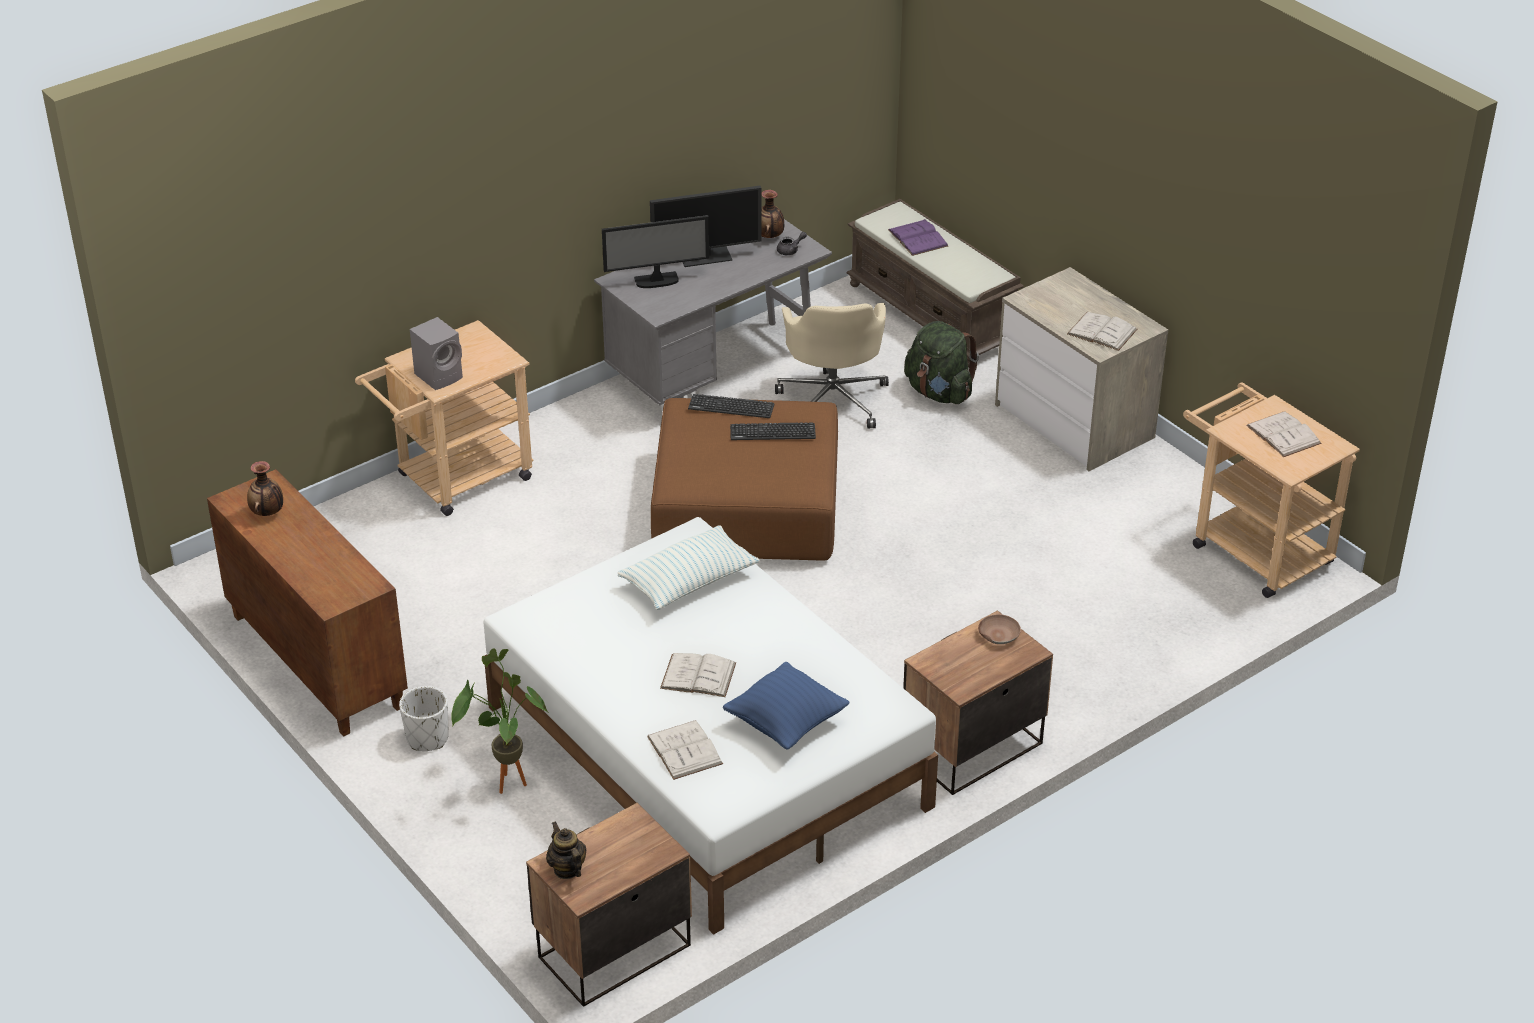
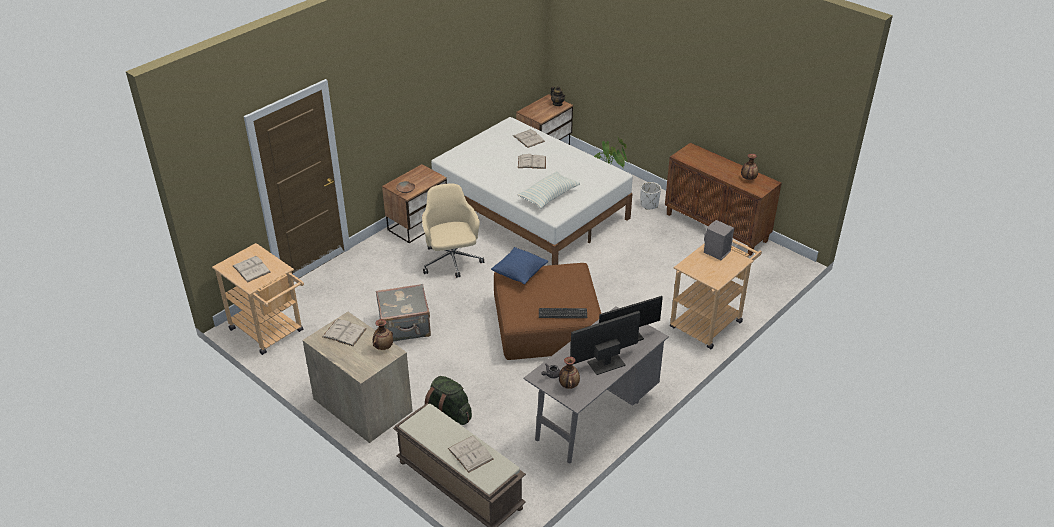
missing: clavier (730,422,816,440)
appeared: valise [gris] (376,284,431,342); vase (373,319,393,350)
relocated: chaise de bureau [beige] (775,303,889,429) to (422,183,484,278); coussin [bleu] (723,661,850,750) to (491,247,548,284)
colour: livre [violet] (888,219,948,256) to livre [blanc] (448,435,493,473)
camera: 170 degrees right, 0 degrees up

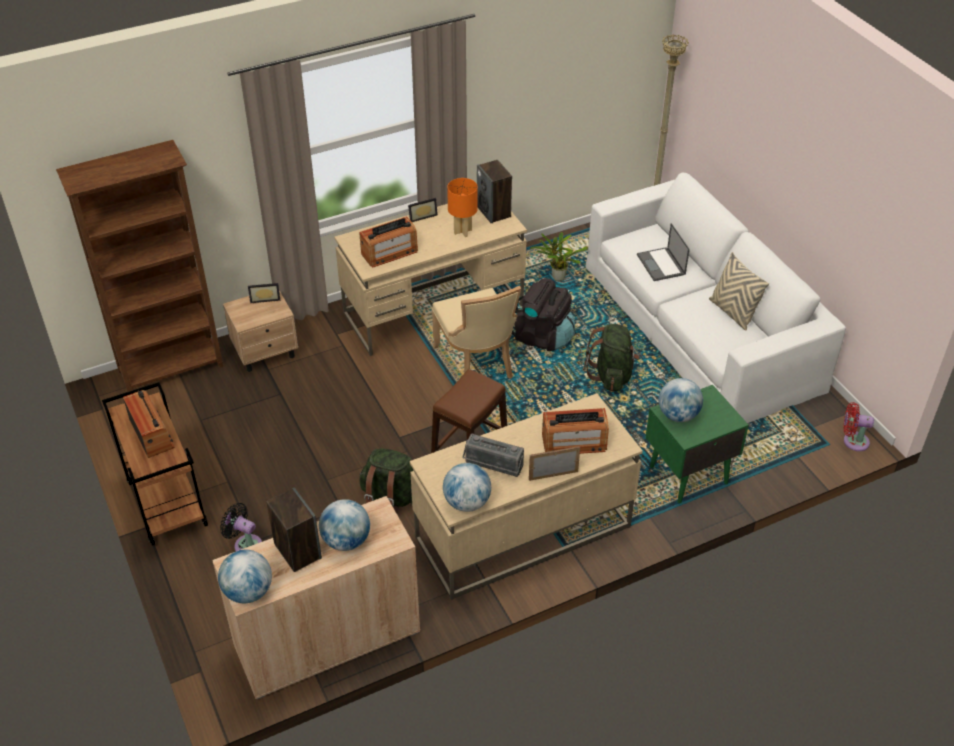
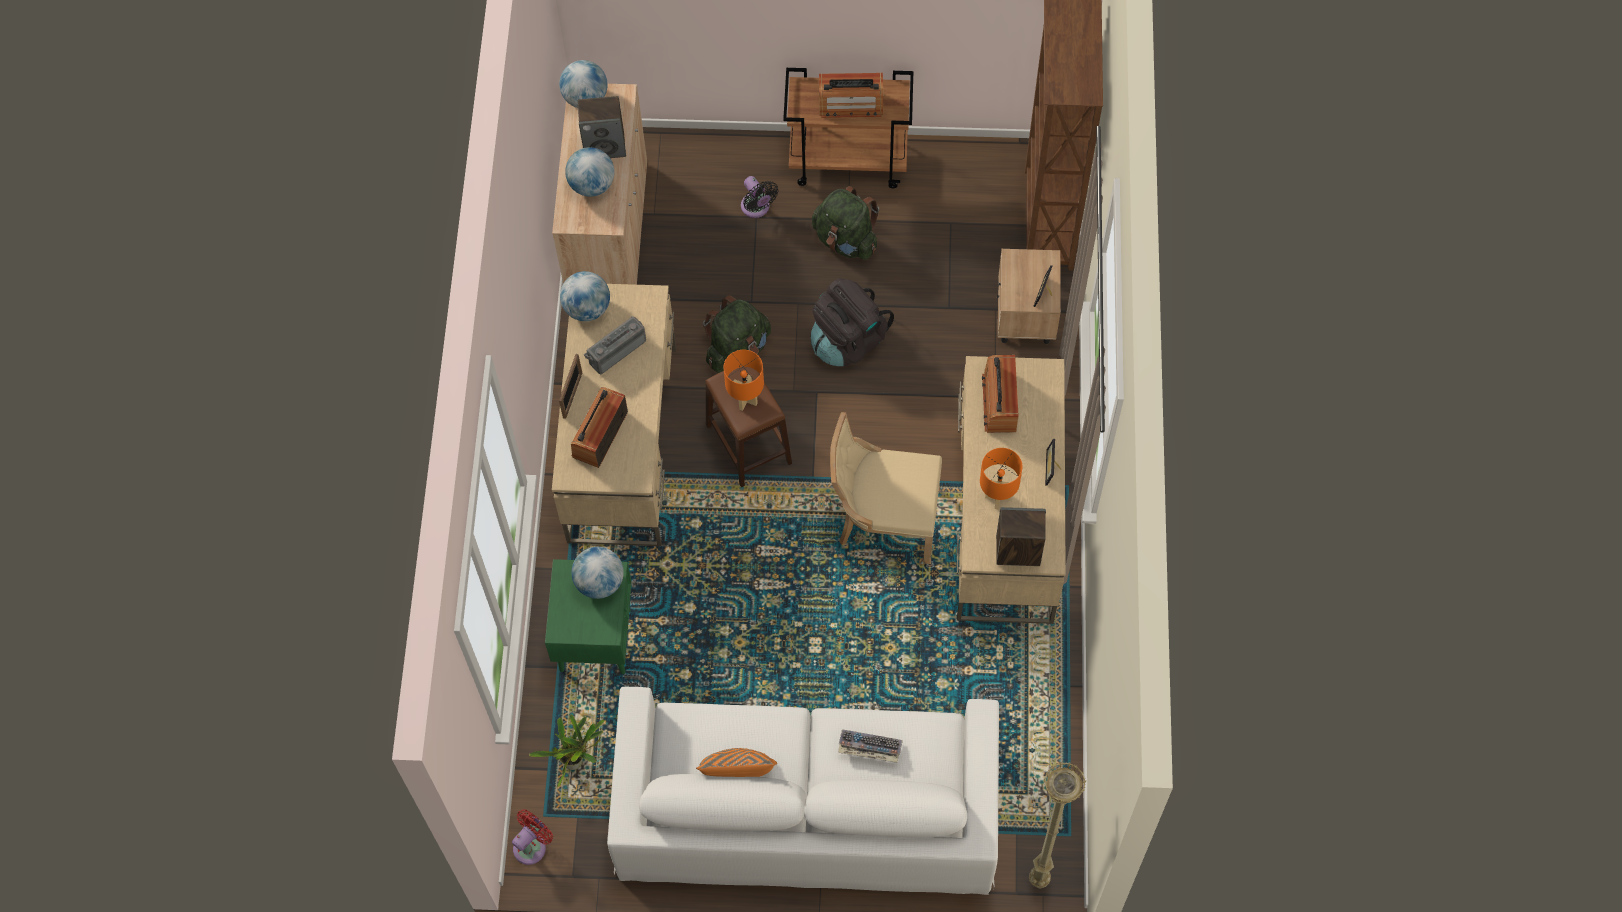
appeared: lampe de table [orange] (724,350,764,411)
relocated: plante en pot (530,232,588,281) to (529,714,605,787); sac à dos [noir] (512,278,575,351) to (811,278,894,366); sac à dos [vert] (584,324,640,391) to (812,186,879,260)
exchanged: ordinateur portable (637,223,690,281) to clavier (838,730,903,763)
colour: coussin [beige] (709,252,769,330) to coussin [orange] (696,748,777,777)
spun: ventilateur [noir] (220,503,262,551) = (741,176,778,218) 90 degrees clockwise
camera: 120 degrees right, 20 degrees up

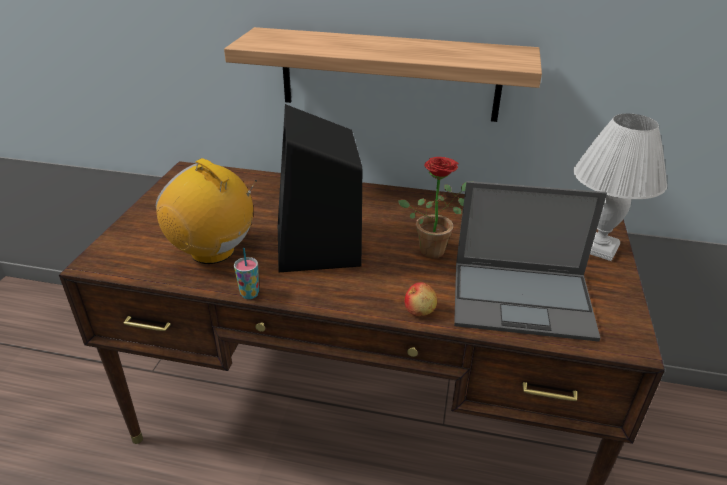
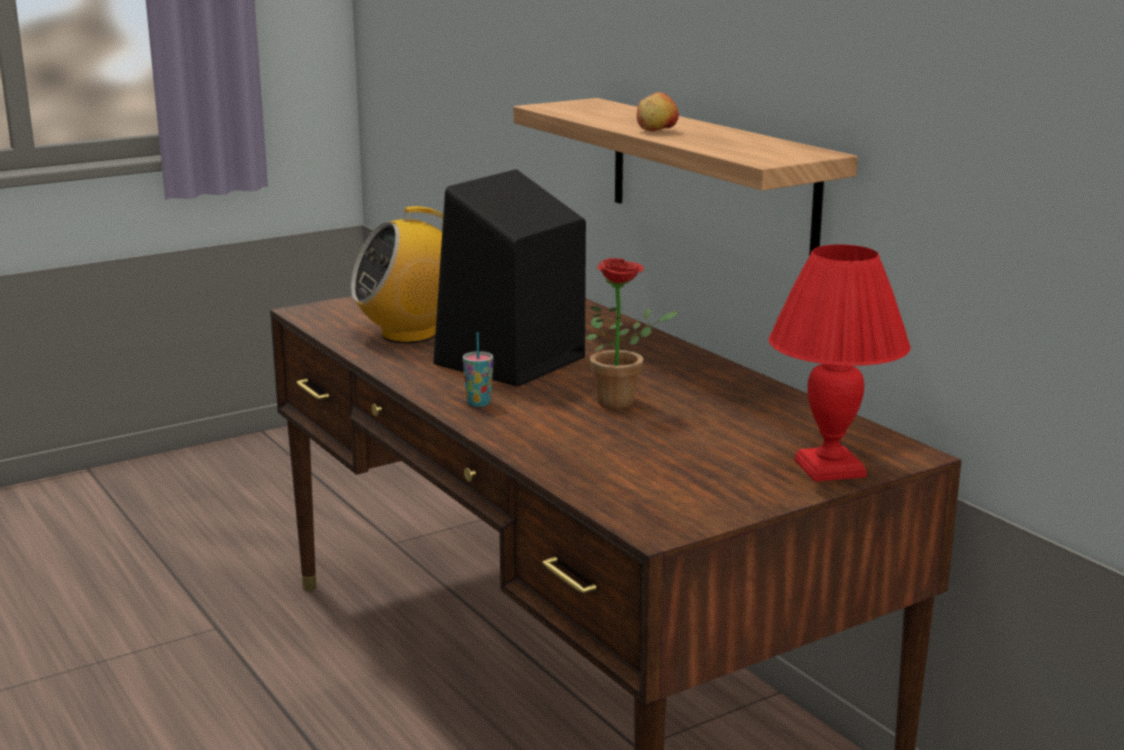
missing: ordinateur portable (454,181,607,342)
relocated: tasse (234,248,259,299) to (463,332,493,407); pomme (404,282,437,316) to (637,92,679,131)
colour: lampe de table [blanc] (573,113,667,261) to lampe de table [rouge] (768,245,910,482)
spun: radio (156,158,257,264) = (351,206,443,343) 105 degrees counterclockwise
camera: 45 degrees right, 15 degrees down

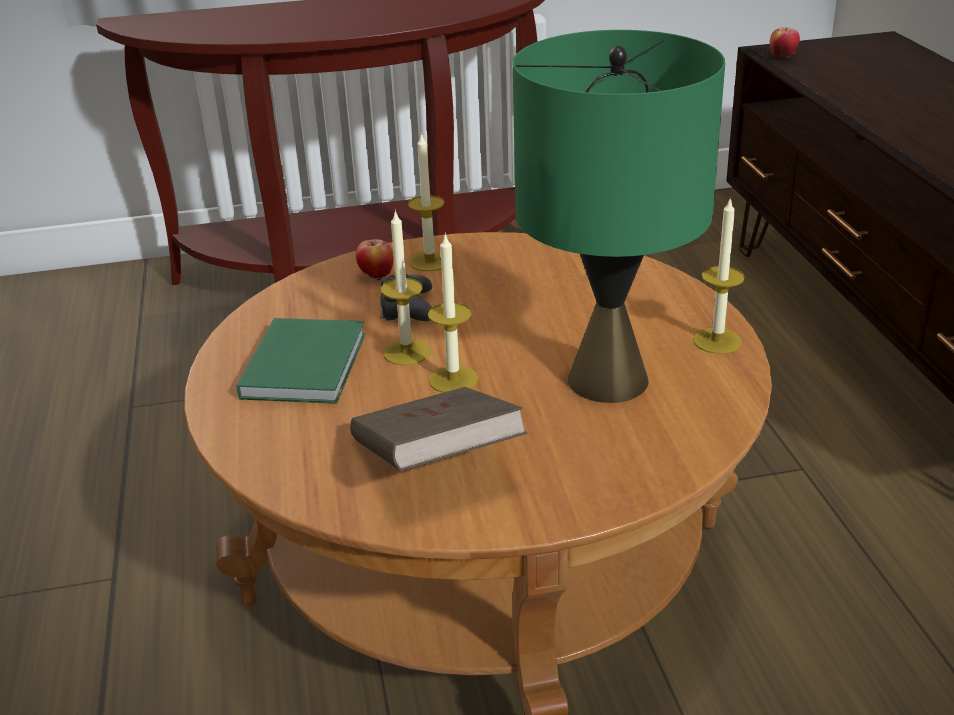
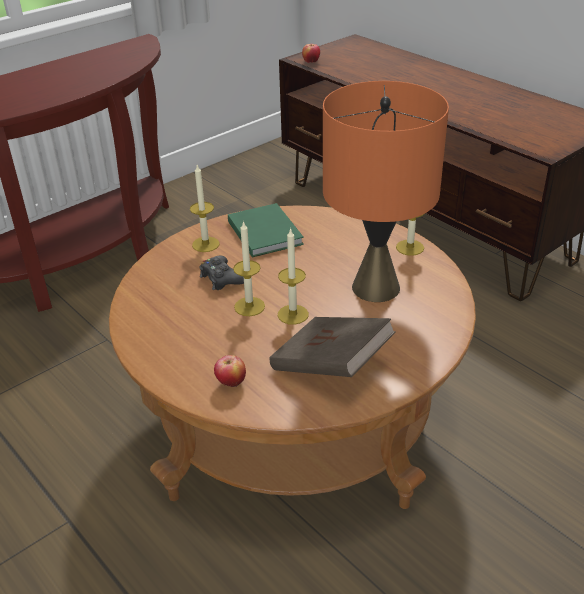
relocated: pomme (356,239,394,280) to (214,355,246,387); livre [vert] (237,318,365,404) to (228,203,304,257)
colour: lampe de table [vert] (513,30,725,403) to lampe de table [orange] (323,81,449,302)
camera: 30 degrees left, 5 degrees up

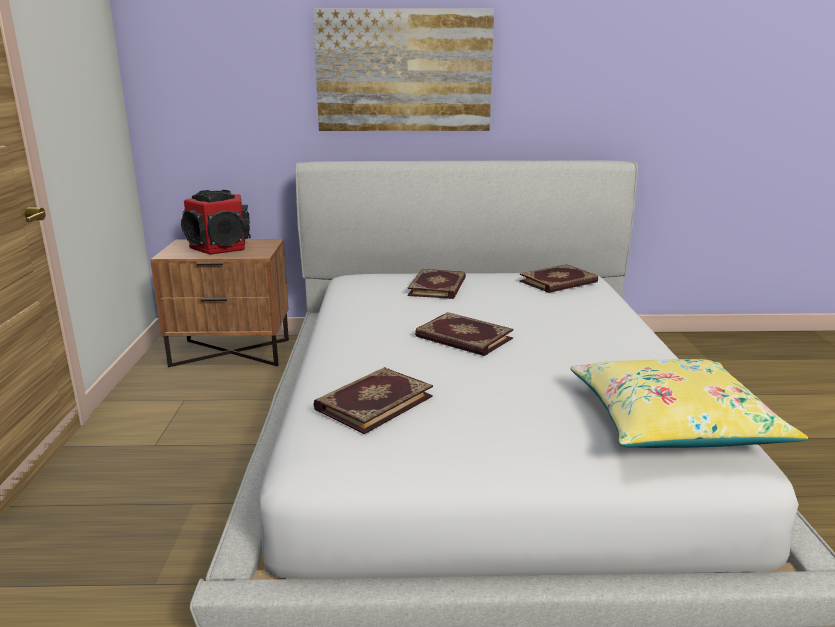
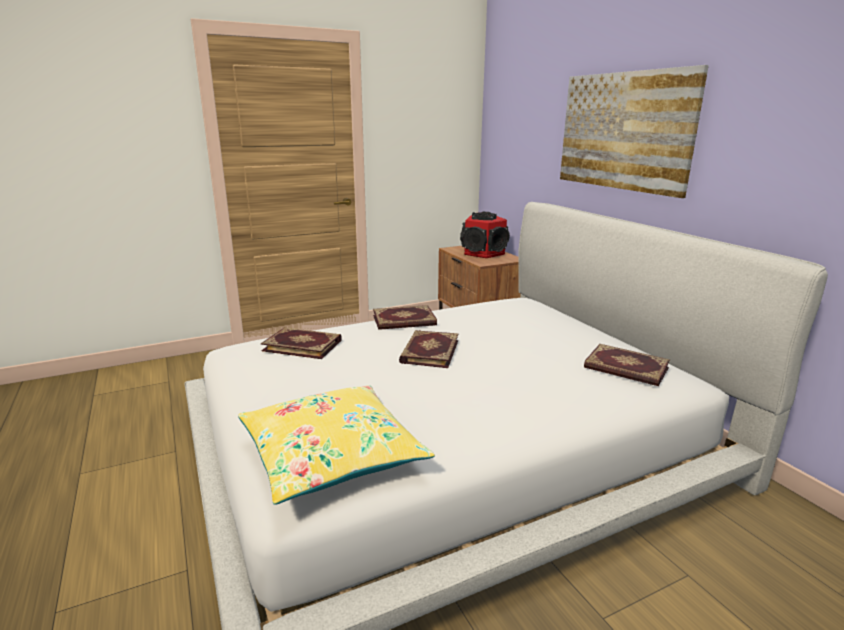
relocated: livre (407,269,466,299) to (373,305,437,330)
camera: 65 degrees right, 0 degrees up

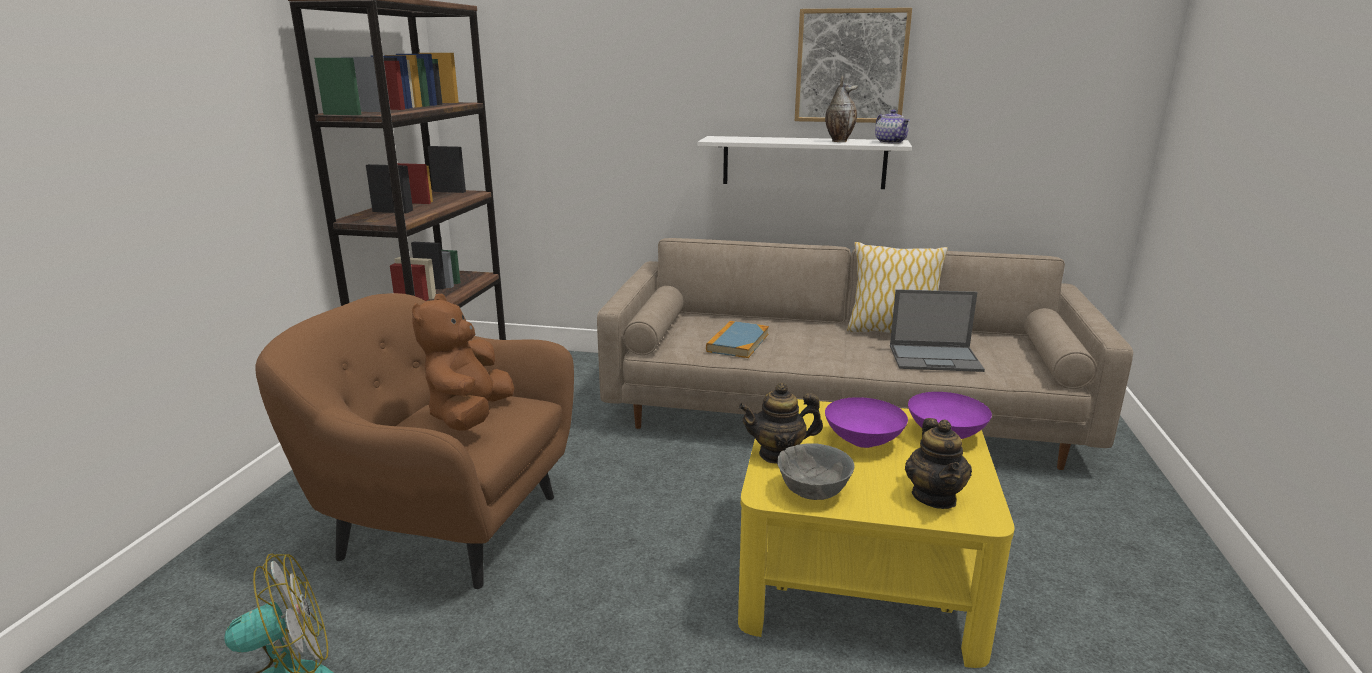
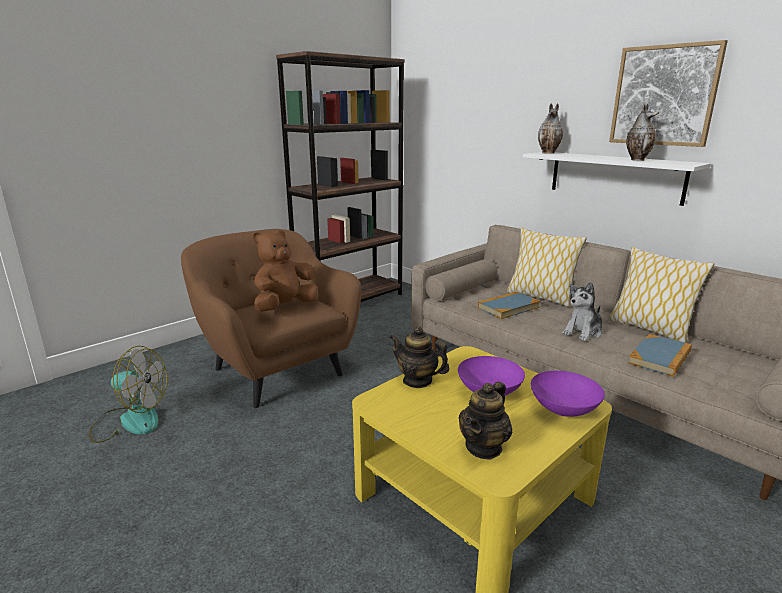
missing: théière (875,110,910,144); bol [gris] (777,443,855,500)
appeared: vase (538,104,563,154); coussin (507,228,587,307); peluche (562,282,603,341)
exchanged: ordinateur portable (890,289,985,372) to livre (628,334,692,377)
camera: 35 degrees right, 0 degrees up

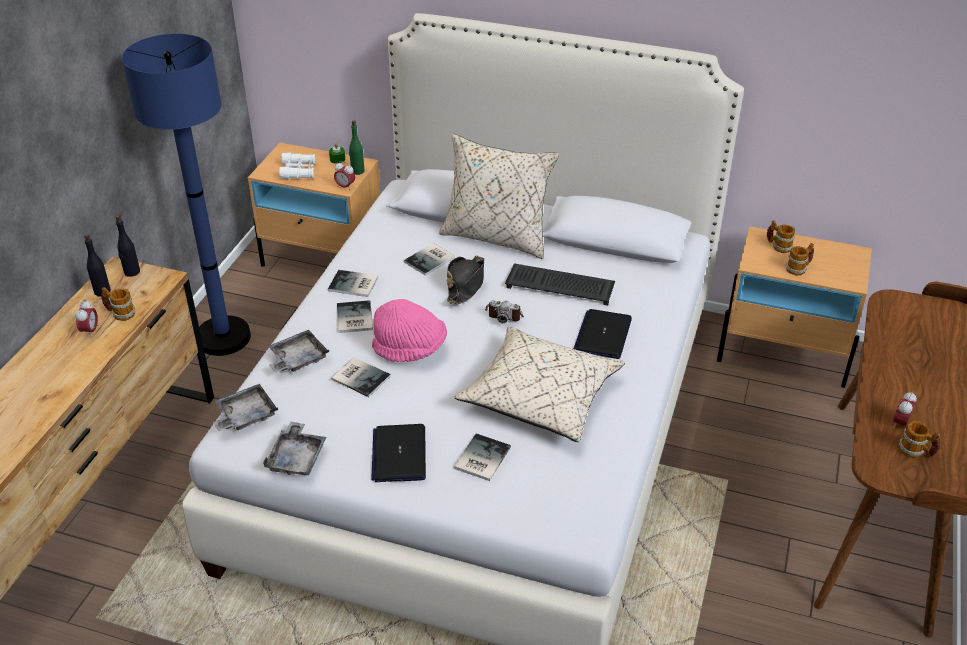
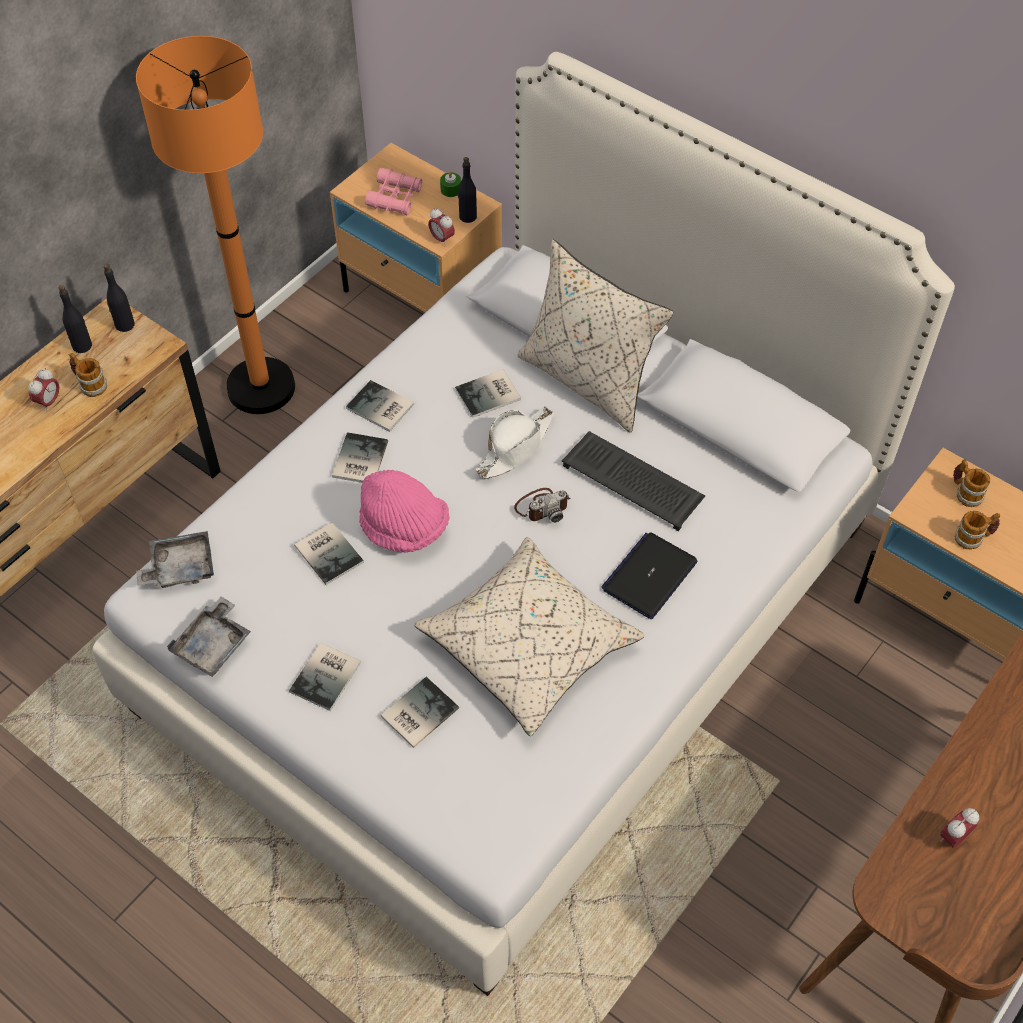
missing: plateau [gris] (269,330,329,373); mug (899,421,941,458)
exchanged: ordinateur portable (371,424,426,482) to livre (289,643,361,711)
colour: lampadaire [bleu] (122,34,251,356) to lampadaire [orange] (136,36,295,414); bouteille [vert] (349,120,365,175) to bouteille [noir] (458,157,477,223); jumelles [blanc] (279,152,315,180) to jumelles [rose] (365,168,422,215); chapeau [noir] (447,256,484,305) to chapeau [blanc] (476,407,554,479)
spun: appareil photo (485,300,524,323) = (514,488,571,523) 60 degrees counterclockwise
camera: 20 degrees right, 15 degrees up

